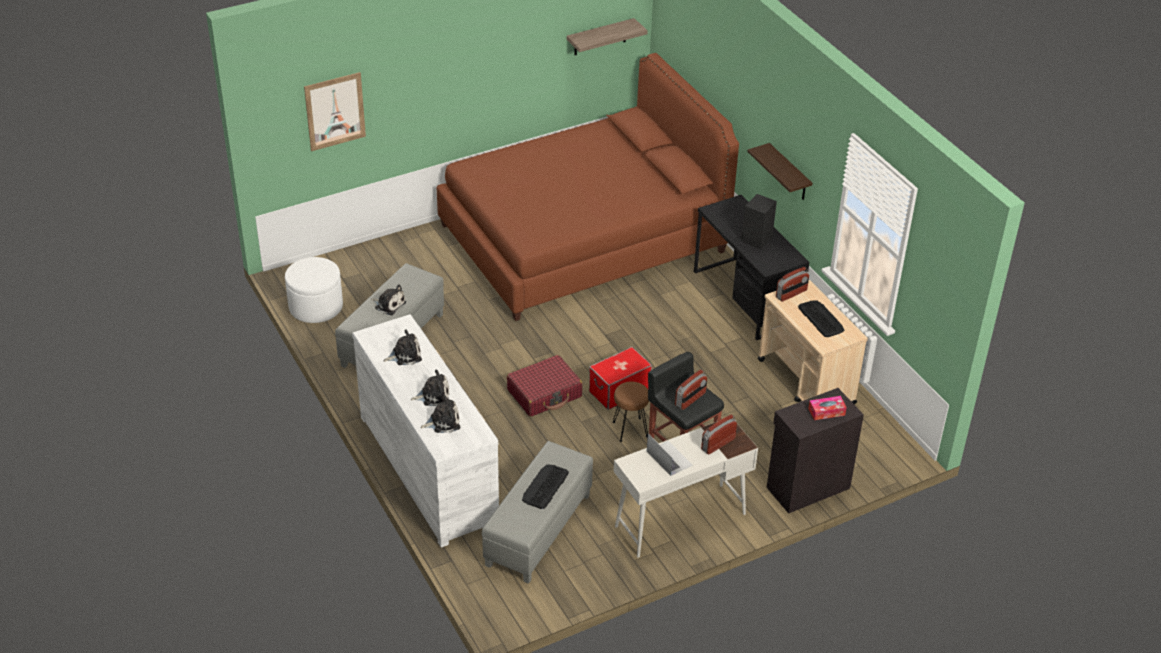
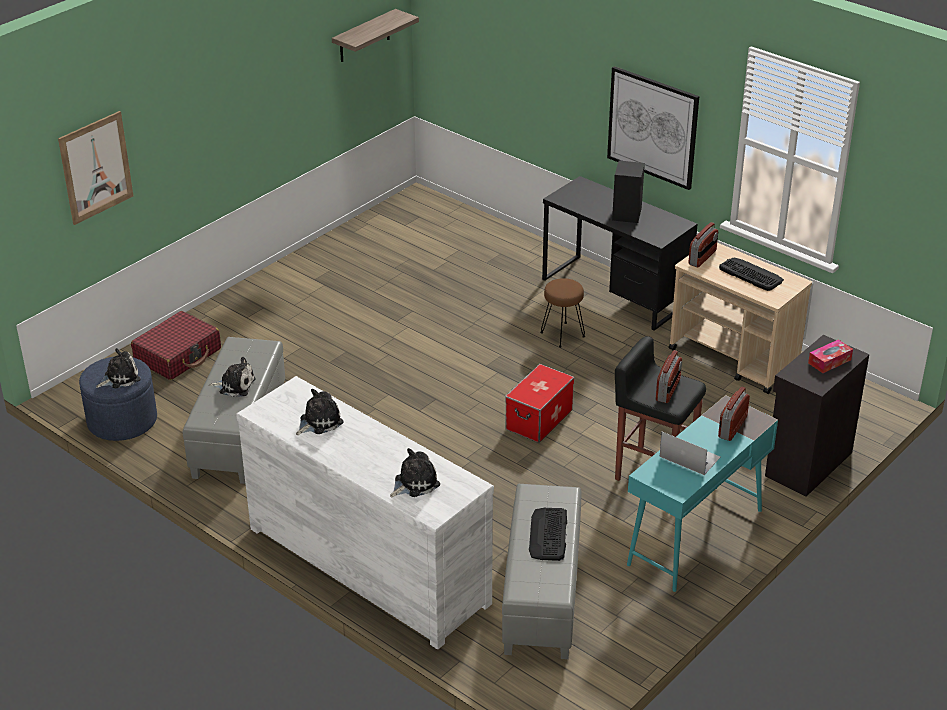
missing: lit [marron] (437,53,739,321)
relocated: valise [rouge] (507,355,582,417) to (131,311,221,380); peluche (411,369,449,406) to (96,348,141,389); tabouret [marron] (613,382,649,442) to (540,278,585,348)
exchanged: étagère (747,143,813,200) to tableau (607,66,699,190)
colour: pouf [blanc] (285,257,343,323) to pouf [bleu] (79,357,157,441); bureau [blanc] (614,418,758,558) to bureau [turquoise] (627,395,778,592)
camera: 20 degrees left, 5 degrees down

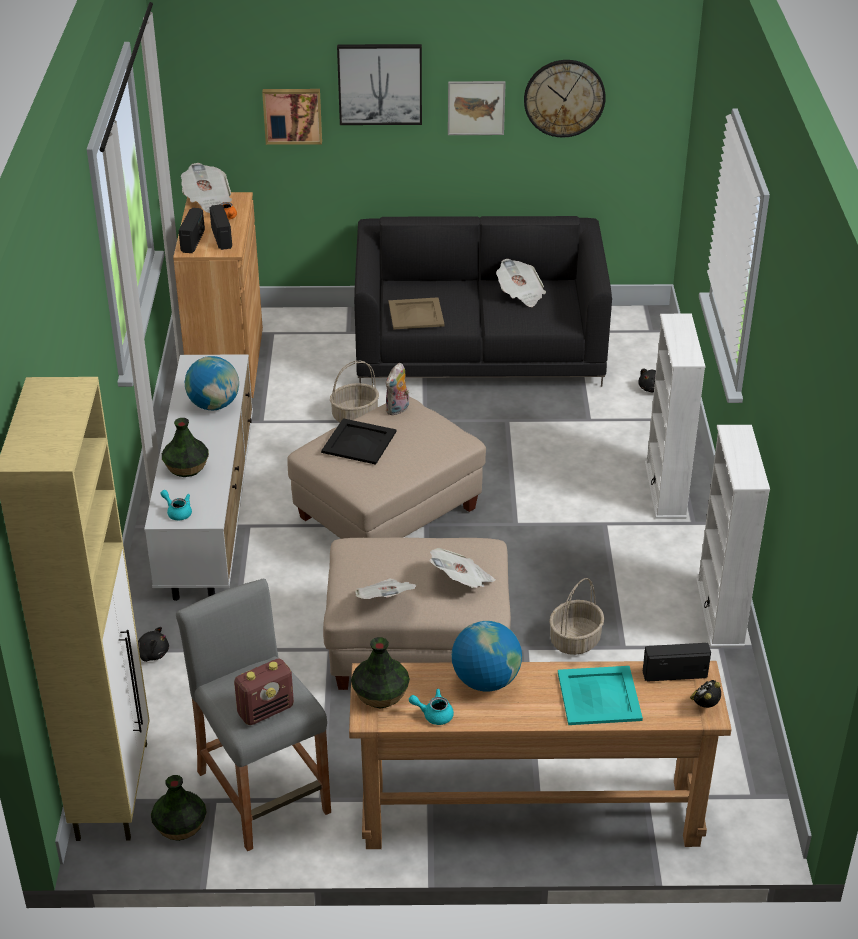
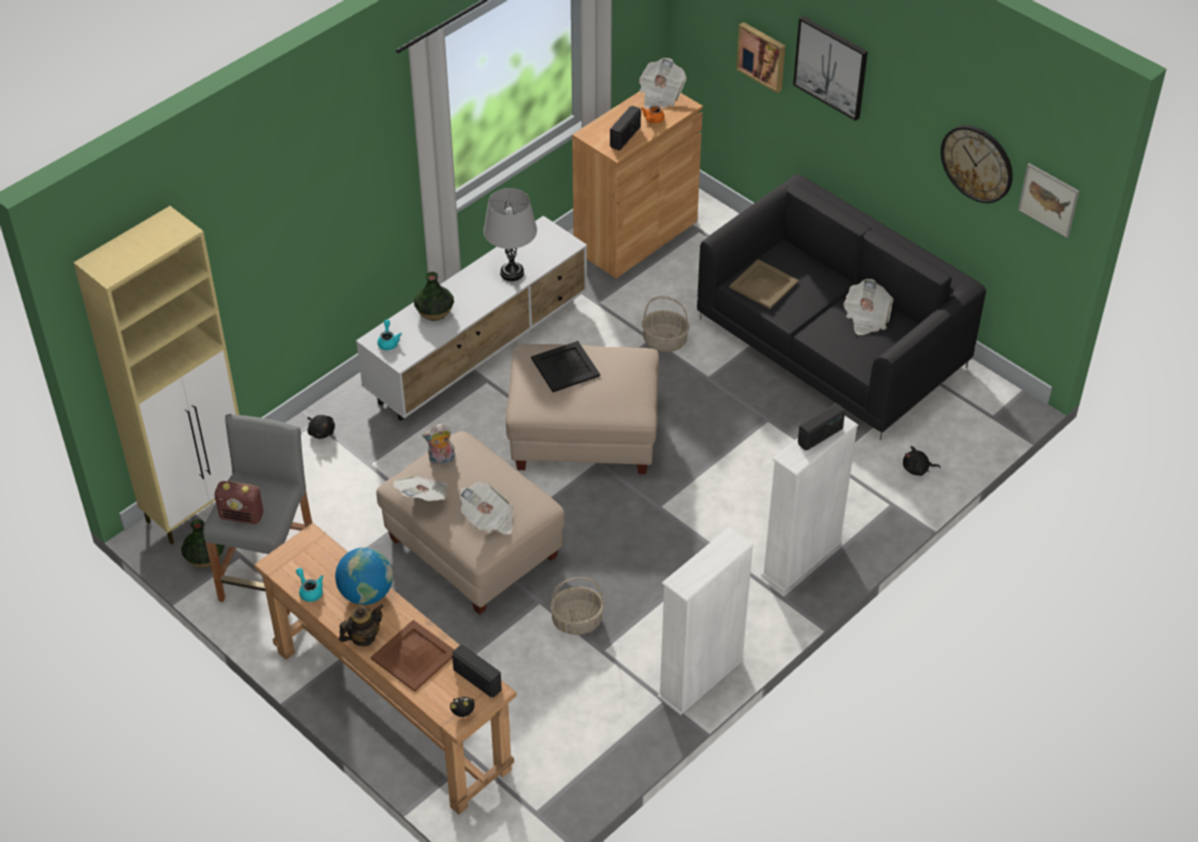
missing: vase (351,637,410,709)
appeared: théière (339,604,384,646)
relocated: tableau (448,81,506,135) to (1018,163,1079,238); radio (179,208,205,253) to (798,404,845,451); peluche (386,363,409,415) to (422,424,455,465)
exchanged: globe (185,356,239,410) to lampe de table [gris] (483,188,537,281)
colour: plateau [turquoise] (558,666,643,725) to plateau [marron] (371,620,454,692)
camera: 45 degrees right, 10 degrees up

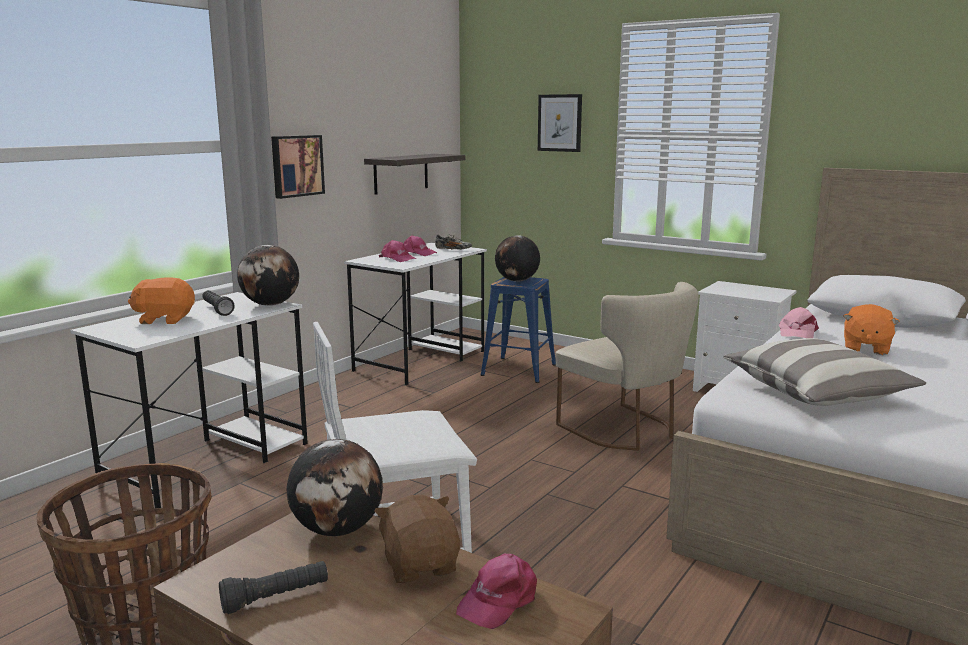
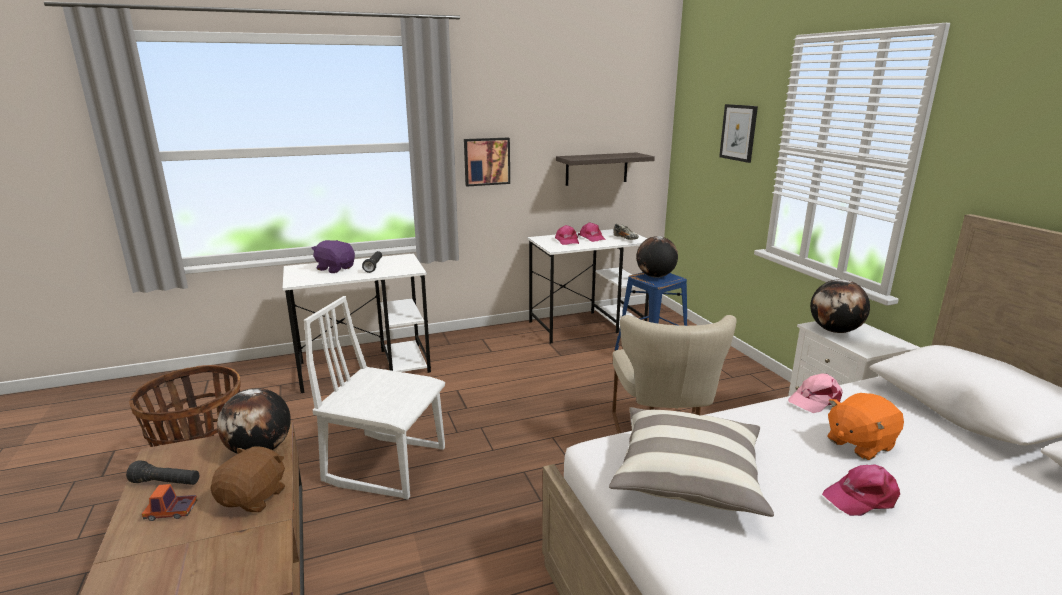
appeared: camion jouet (142,484,197,521)
relocated: globe (237,245,299,306) to (810,279,870,333); casquette [rose] (456,554,537,629) to (822,464,900,516)
colour: peluche [orange] (128,277,195,324) to peluche [violet] (311,240,355,273)
camera: 35 degrees right, 5 degrees up

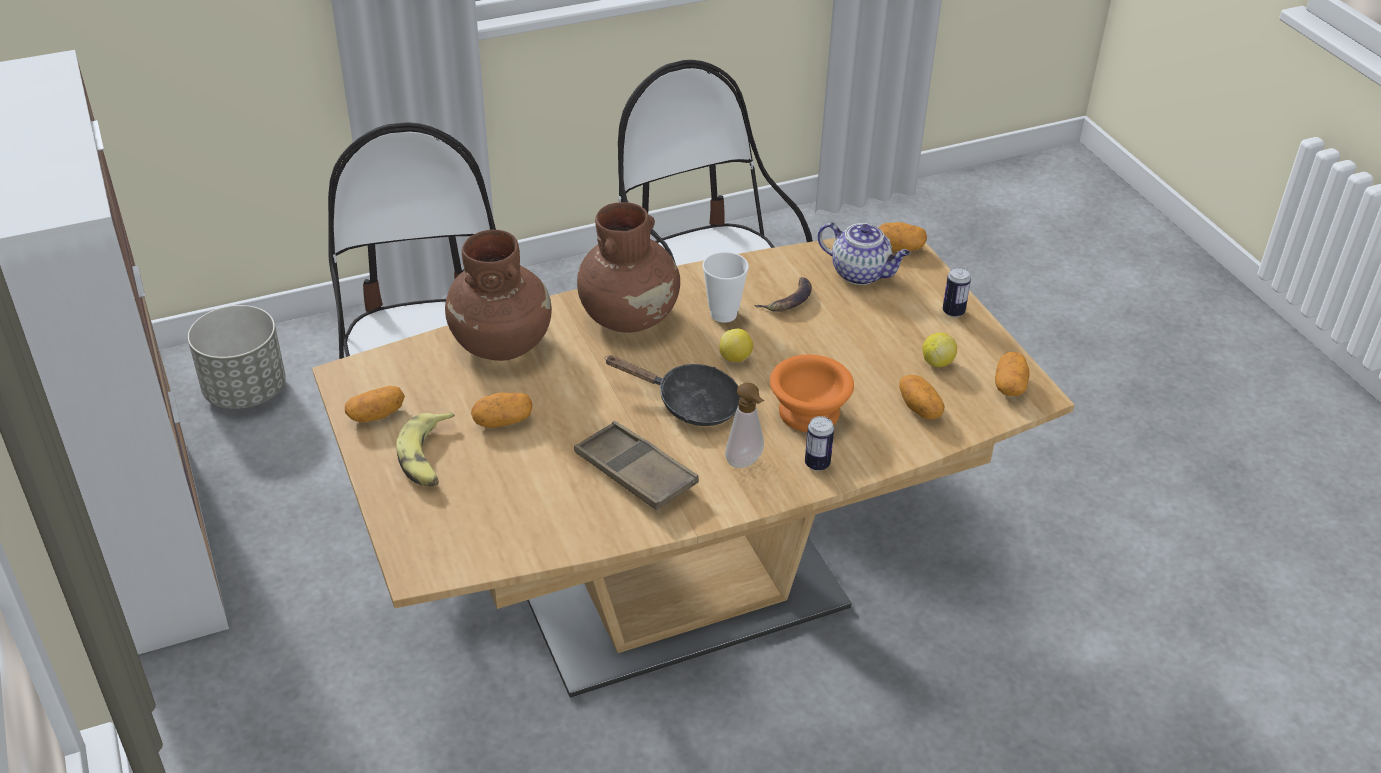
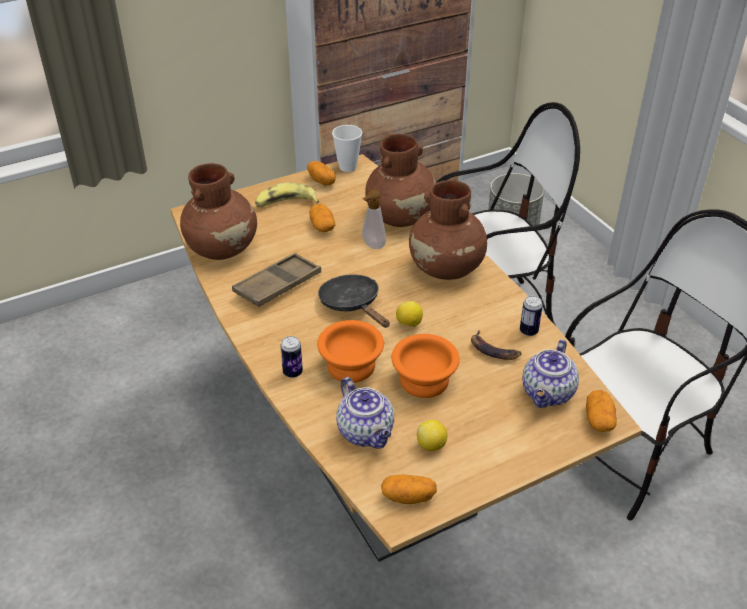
appeared: vase [marron] (180,163,257,260); bol [orange] (392,334,460,398)
relocated: tasse (702,252,749,323) to (332,125,362,172); boîte métallique (943,267,971,317) to (520,296,543,336); distributeur de savon (725,383,764,468) to (362,189,386,249)
exchanged: pomme de terre (899,375,945,420) to théière (336,377,394,449)
spun: poêle [noir] (604,355,741,426) = (318,274,390,328) 135 degrees clockwise
camera: 85 degrees right, 0 degrees up

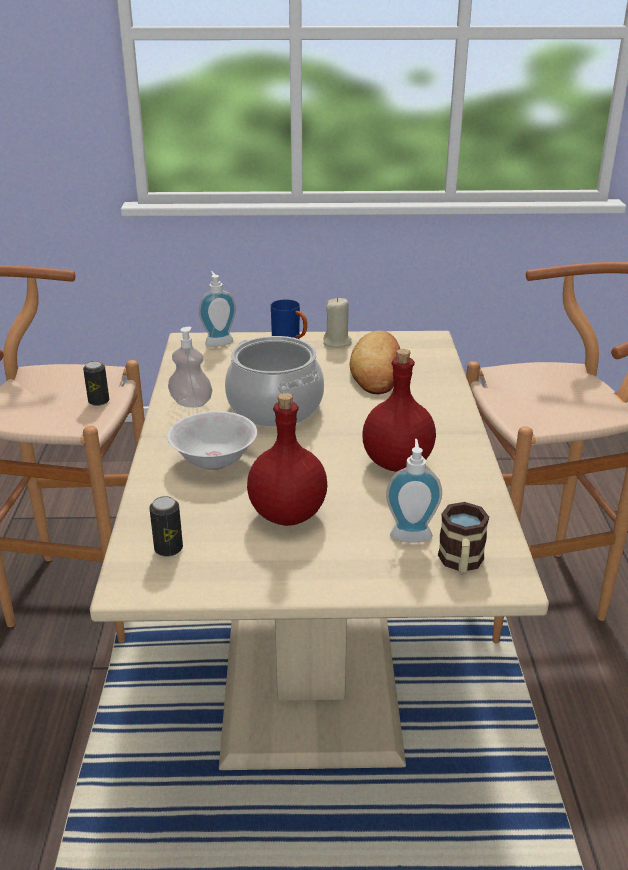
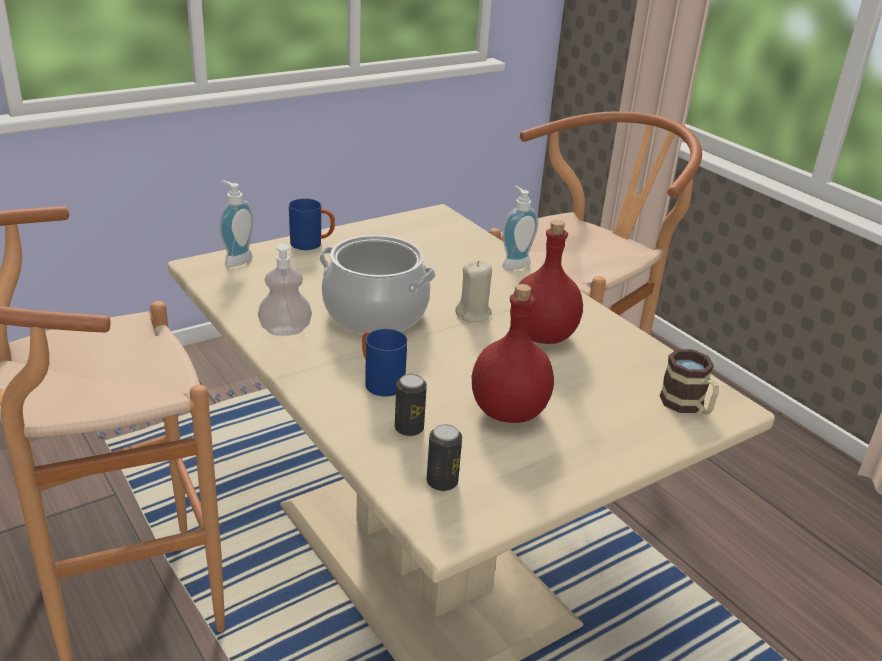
missing: pain (350,331,400,394)
relocated: bougie [beige] (323,298,352,348) to (455,260,492,322); boîte métallique (83,361,109,406) to (395,374,427,436); distributeur de savon (386,439,442,543) to (502,186,538,269)
exchanged: bol [blanc] (167,411,257,470) to mug [bleu] (362,329,407,397)
camera: 35 degrees left, 0 degrees up

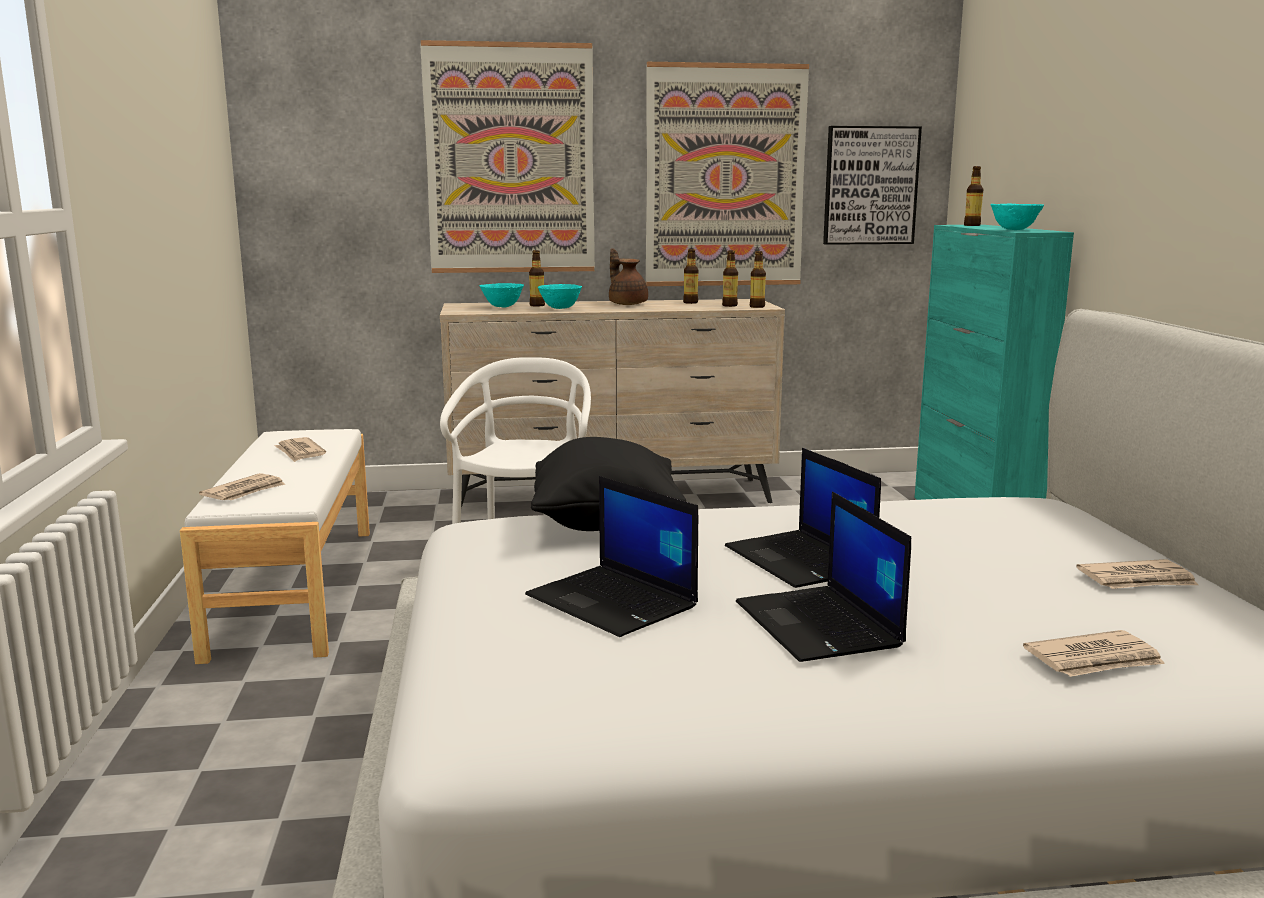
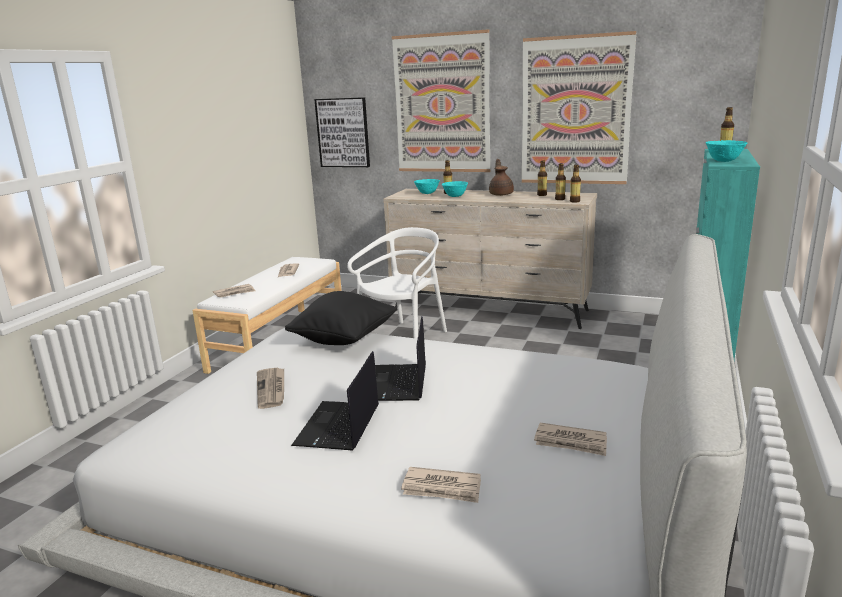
relocated: tableau (823,126,922,245) to (314,97,370,167)
exchanged: ordinateur portable (525,476,698,637) to journal (257,368,284,409)
camera: 30 degrees right, 5 degrees up

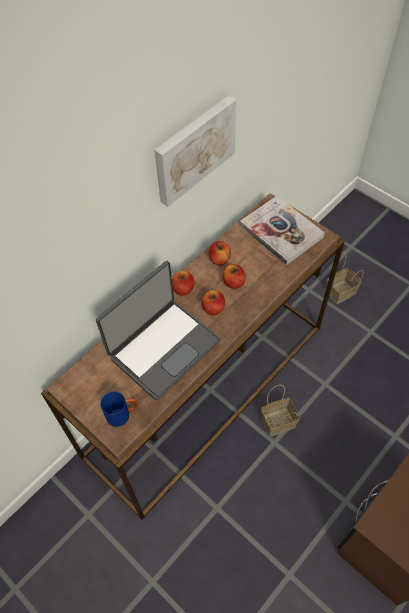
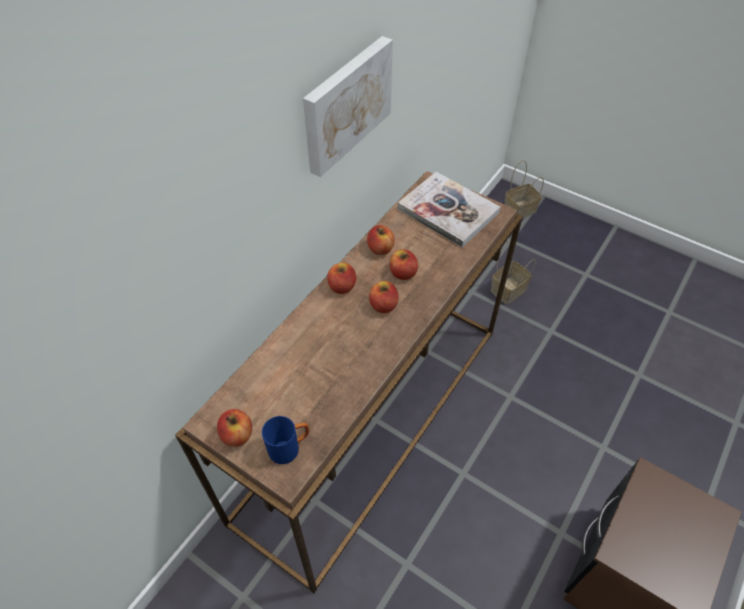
missing: ordinateur portable (96,261,221,400)
appeared: pomme (217,409,252,447)
relocated: panier (261,385,300,437) to (505,160,544,218)
camera: 10 degrees left, 5 degrees down

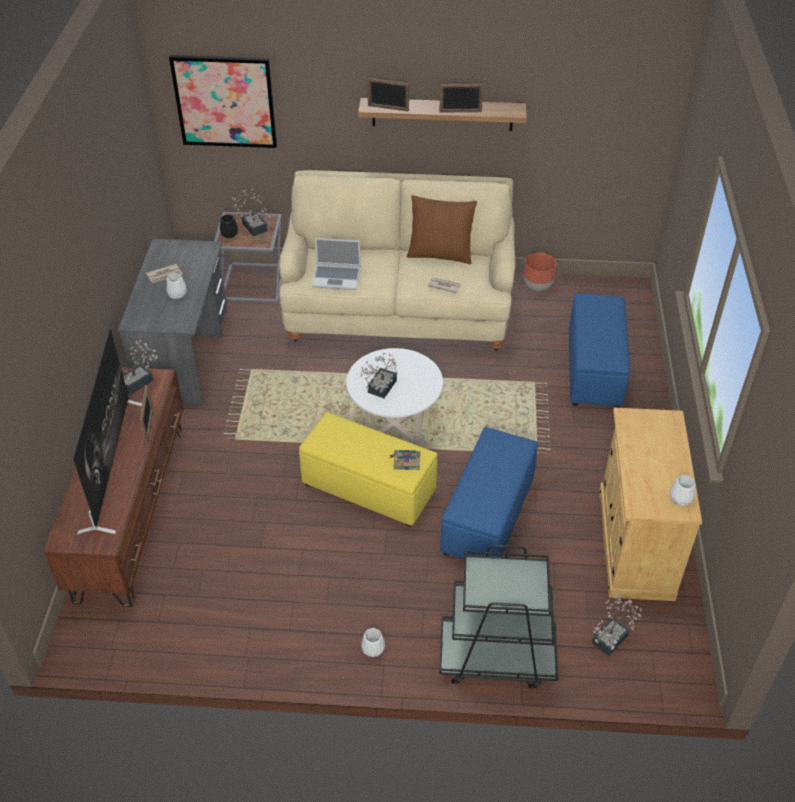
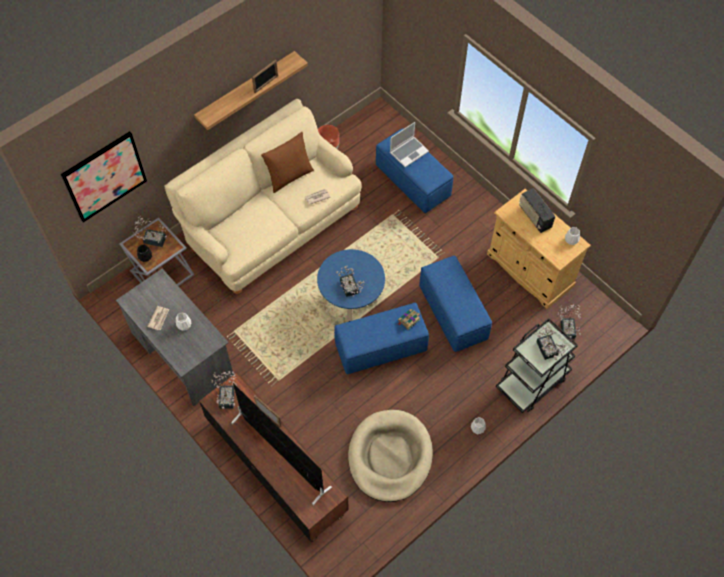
missing: cadre photo (367,78,409,112)
appeared: radio (519,188,555,233); plante en pot (535,326,568,360); panier pour chien [beige] (348,410,433,502)
relocated: ordinateur portable (312,238,361,290) to (390,122,429,167)
colour: table basse [blanc] (346,348,443,445) to table basse [bleu] (317,249,385,321); pouf [jaune] (299,412,438,527) to pouf [bleu] (334,303,429,374)
camera: 45 degrees left, 15 degrees up

